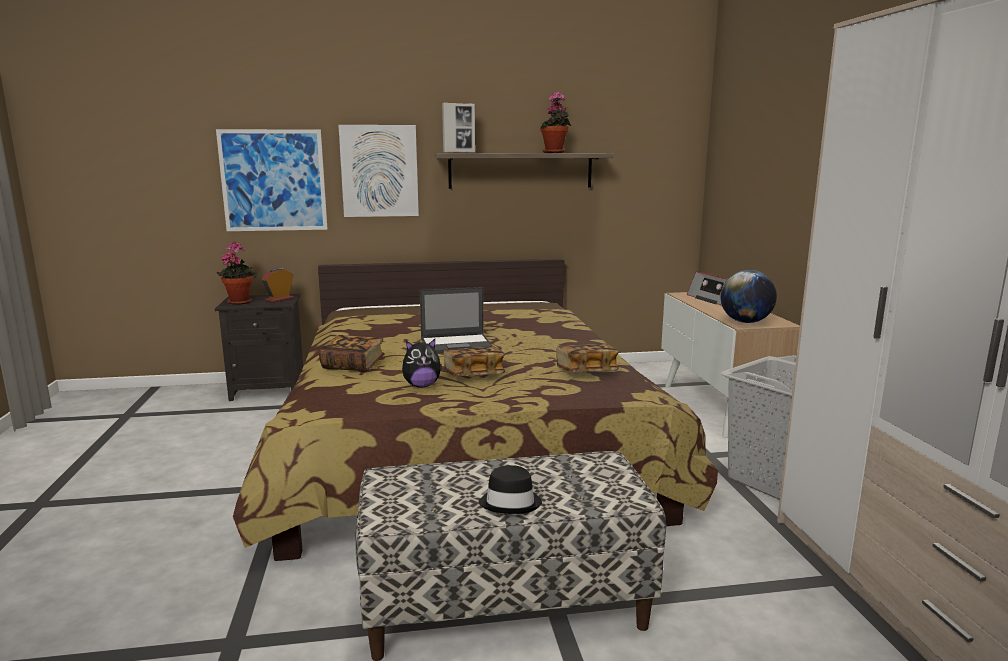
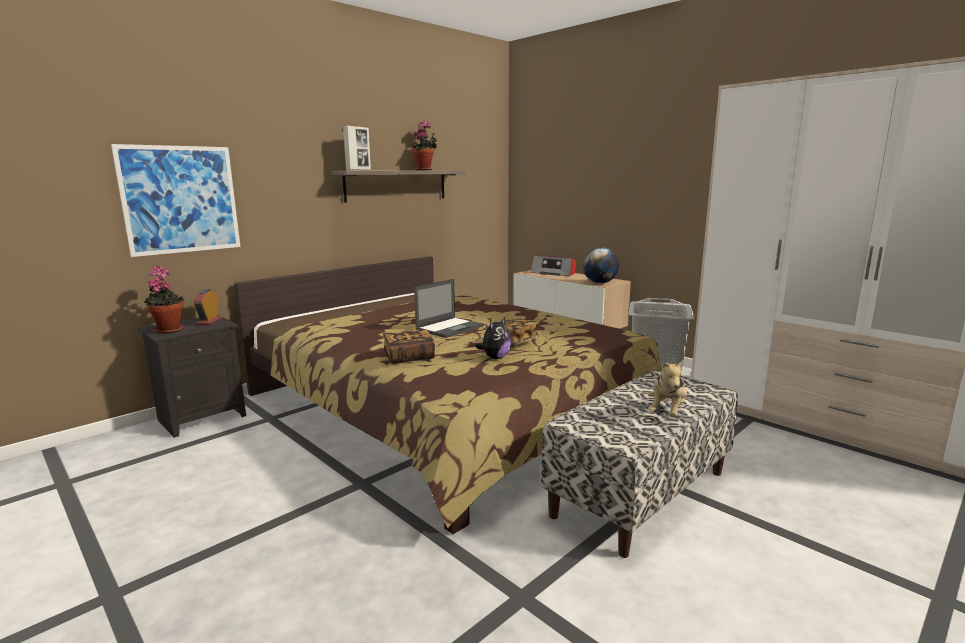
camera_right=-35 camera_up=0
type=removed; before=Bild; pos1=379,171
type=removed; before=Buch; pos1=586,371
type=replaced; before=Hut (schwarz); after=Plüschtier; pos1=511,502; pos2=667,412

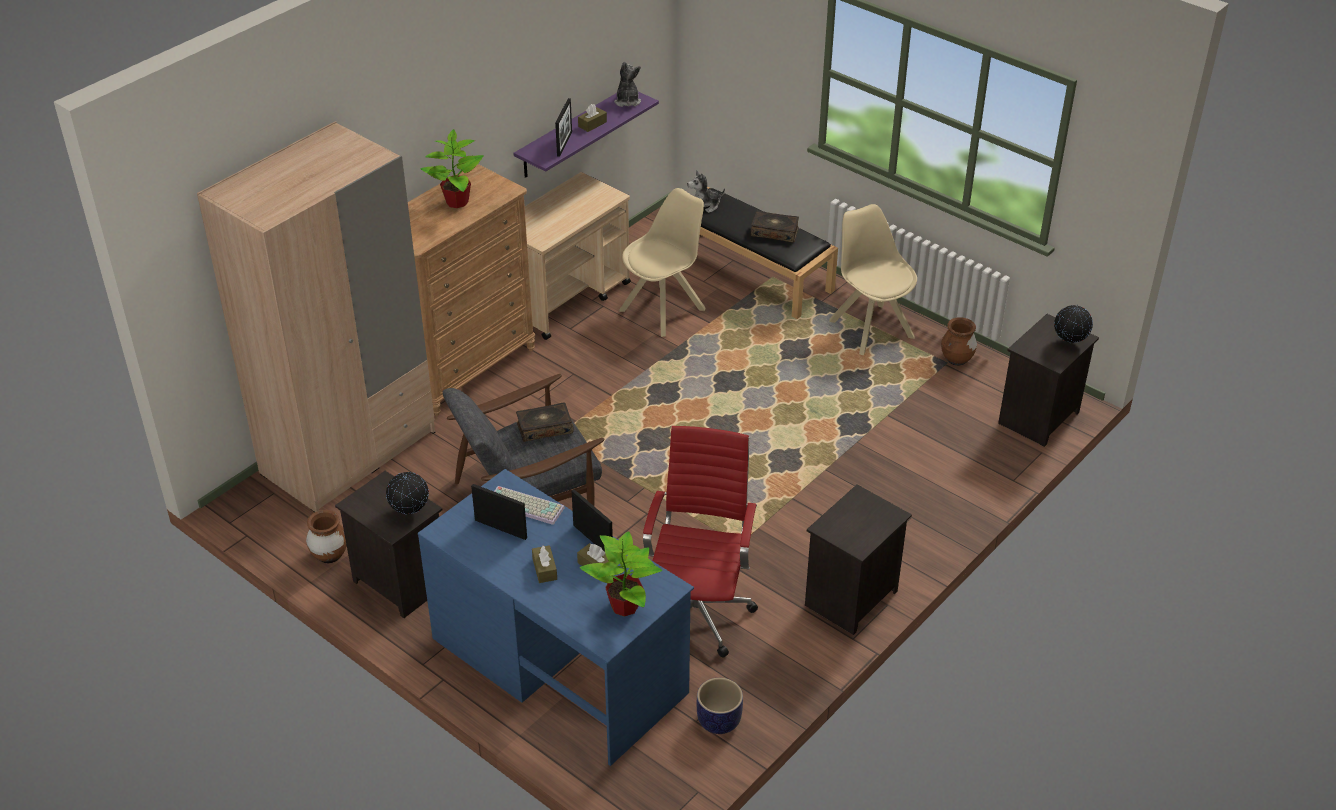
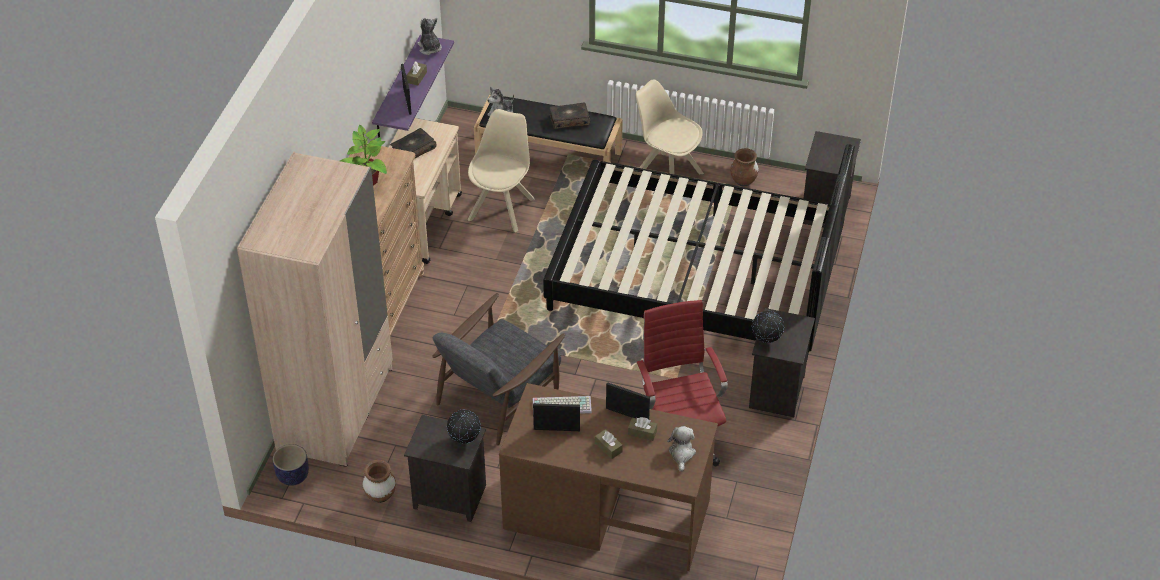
camera_right=-25 camera_up=5
type=added; after=Bett (schwarz); pos2=695,275
type=moved; before=Buch; pos1=544,427; pos2=413,150
type=moved; before=Pflanzkübel; pos1=719,721; pos2=293,476
type=moved; before=Globus; pos1=1069,343; pos2=766,340
type=replaced; before=Topfpflanze; after=Plüschtier; pos1=625,606; pos2=681,454
type=recoloured; before=Schreibtisch (blau); after=Schreibtisch (braun); pos1=559,664; pos2=606,513

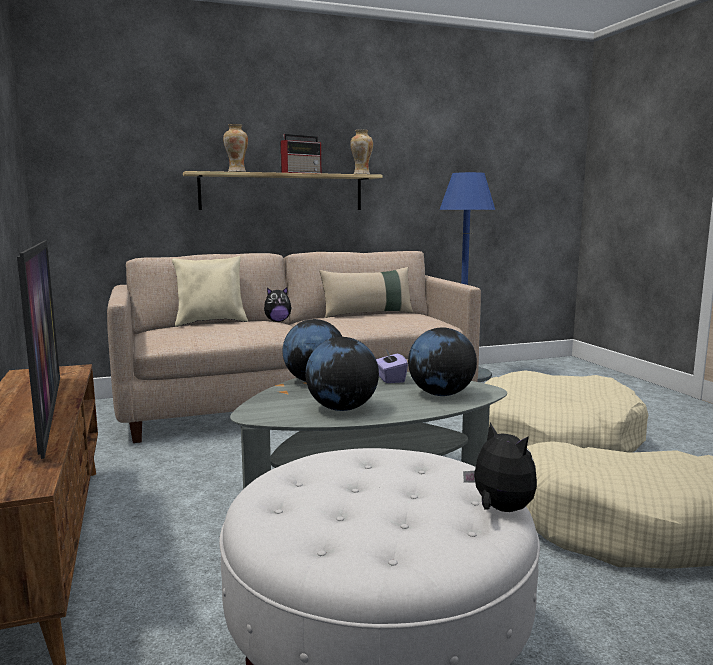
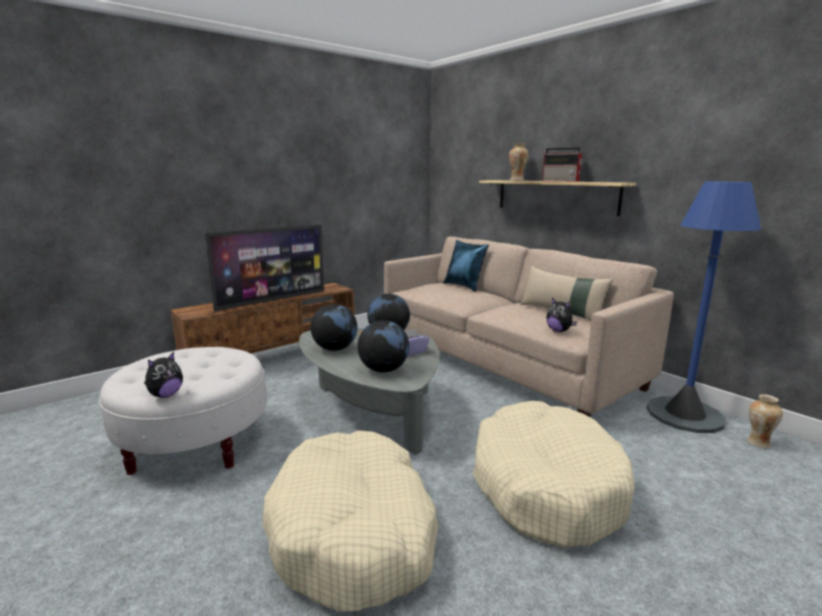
camera_right=70 camera_up=5
type=moved; before=Plüschtier; pos1=277,321; pos2=559,331
type=moved; before=Vase; pos1=361,174; pos2=758,443
type=recoloured; before=Kissen (beige); after=Kissen (blau); pos1=211,322; pos2=465,286

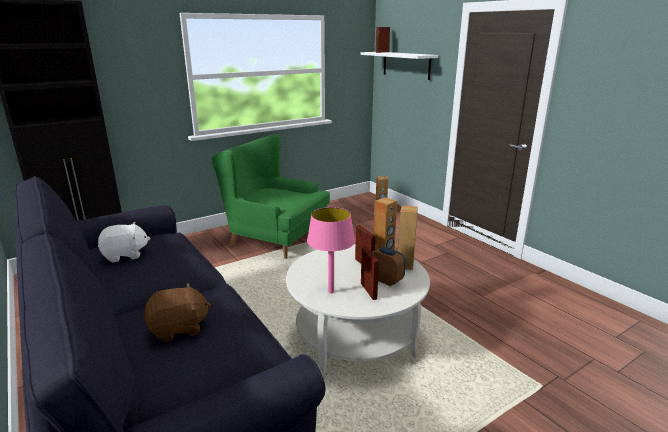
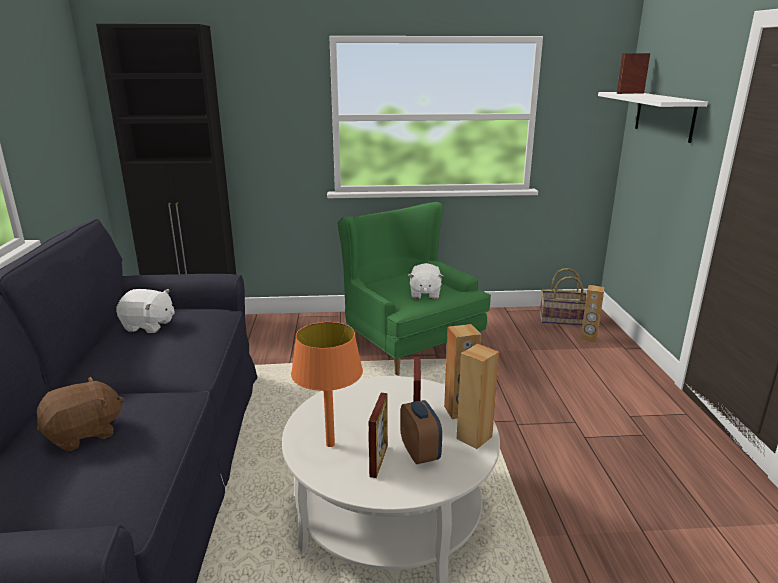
camera_right=30 camera_up=0
type=added; after=Plüschtier (weiß); pos2=424,294
type=added; after=Korb; pos2=562,320
type=recoloured; before=Tischlampe (rosa); after=Tischlampe (orange); pos1=331,291; pos2=330,444
type=turned; before=Plüschtier (braun); pos1=179,328; pos2=84,434; turn=-45

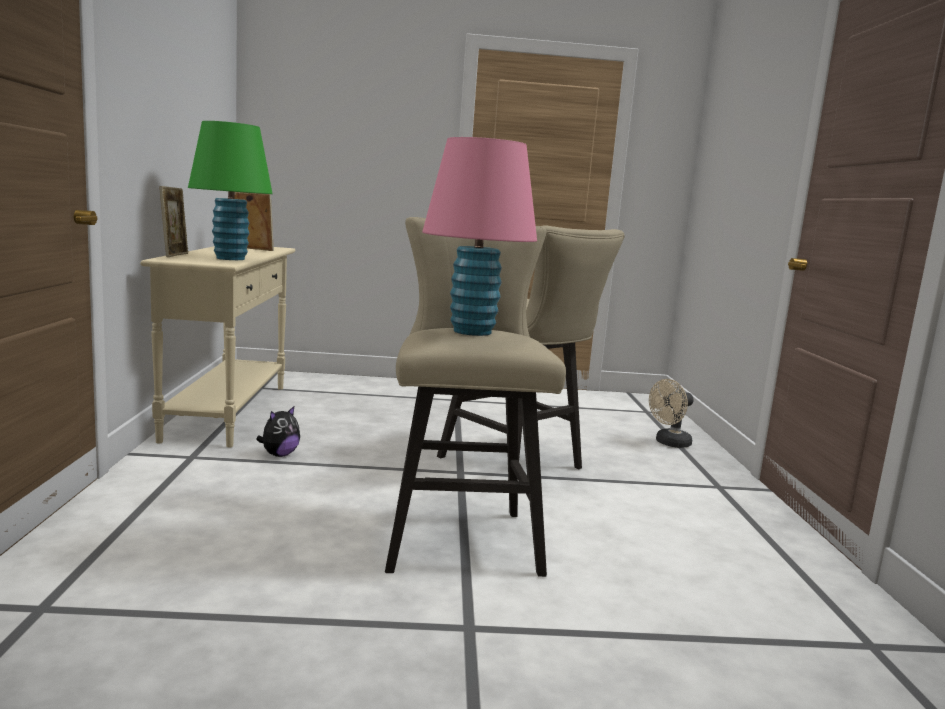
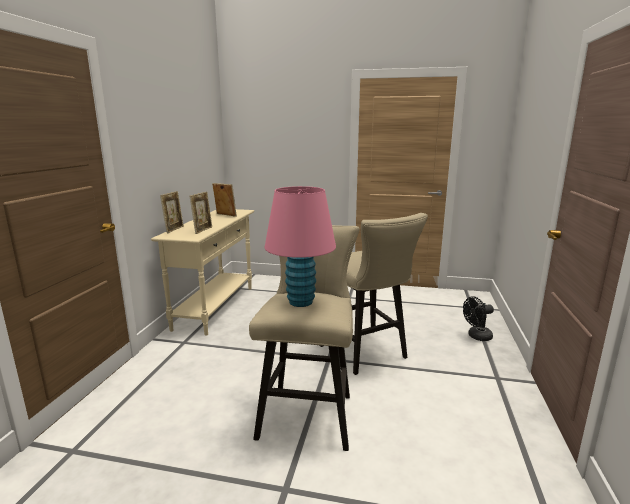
camera_right=15 camera_up=5
type=removed; before=Plüschtier; pos1=279,454
type=replaced; before=Tischlampe (grün); after=Bilderrahmen; pos1=230,258; pos2=203,230
type=recoloured; before=Ventilator (beige); after=Ventilator (schwarz); pos1=669,443; pos2=476,337

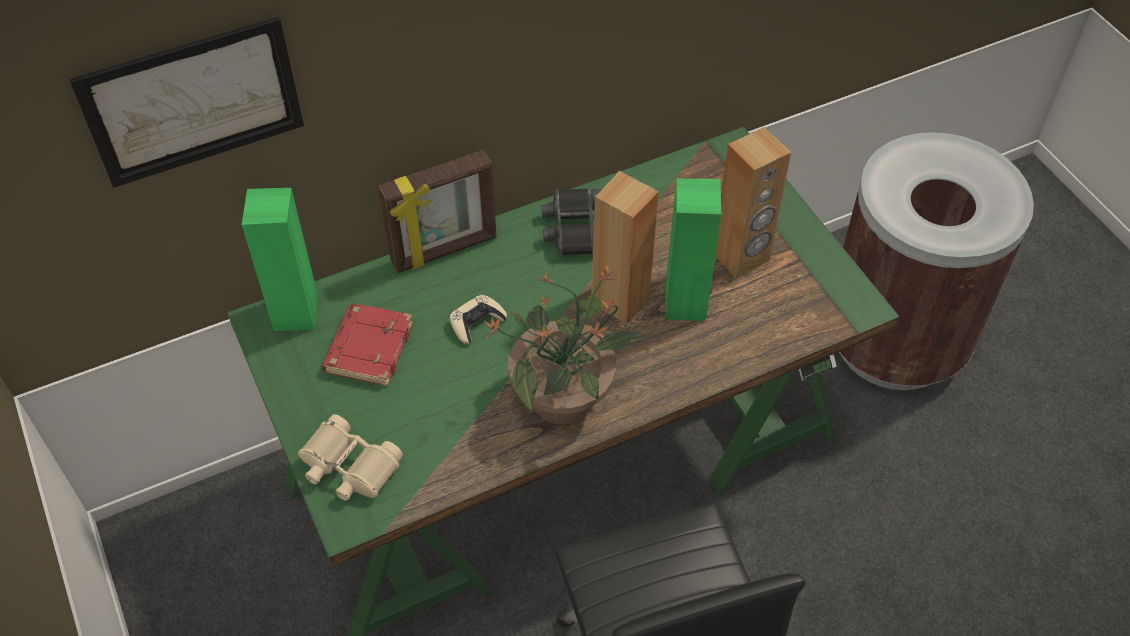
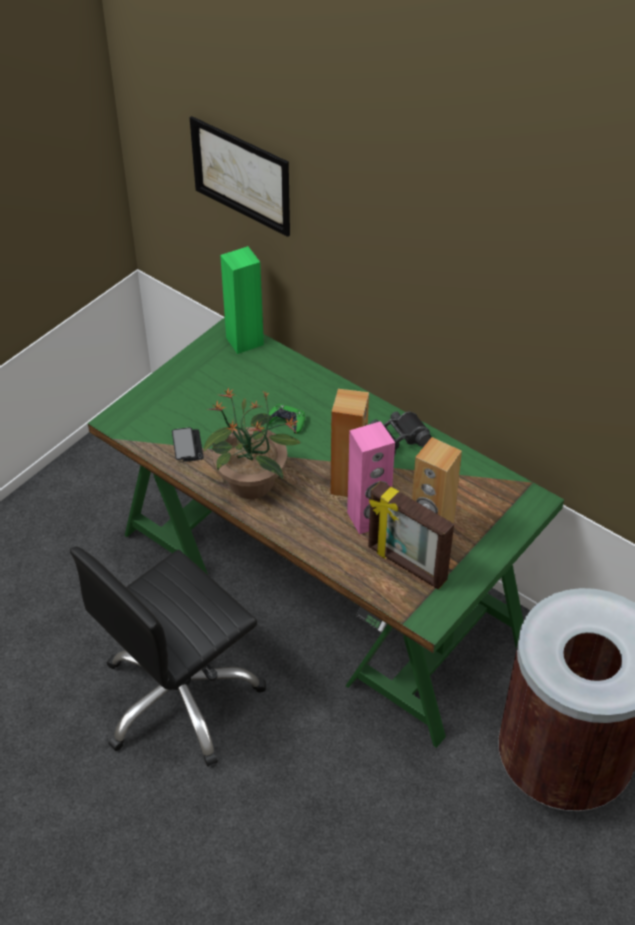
camera_right=65 camera_up=-5
type=removed; before=Fernglas (beige); pos1=349,467
type=removed; before=Buch (rot); pos1=368,347
type=added; after=Handy; pos2=187,445
type=moved; before=Bilderrahmen; pos1=444,251; pos2=406,565
type=recoloured; before=Gamepad (beige); after=Gamepad (grün); pos1=476,322; pos2=286,422
type=recoloured; before=Lautsprecher (grün); after=Lautsprecher (rosa); pos1=686,303; pos2=368,519

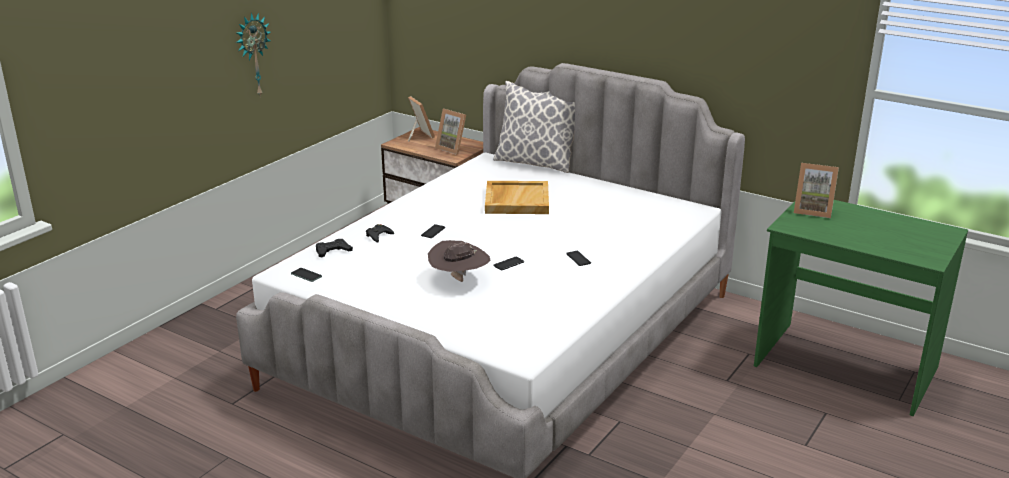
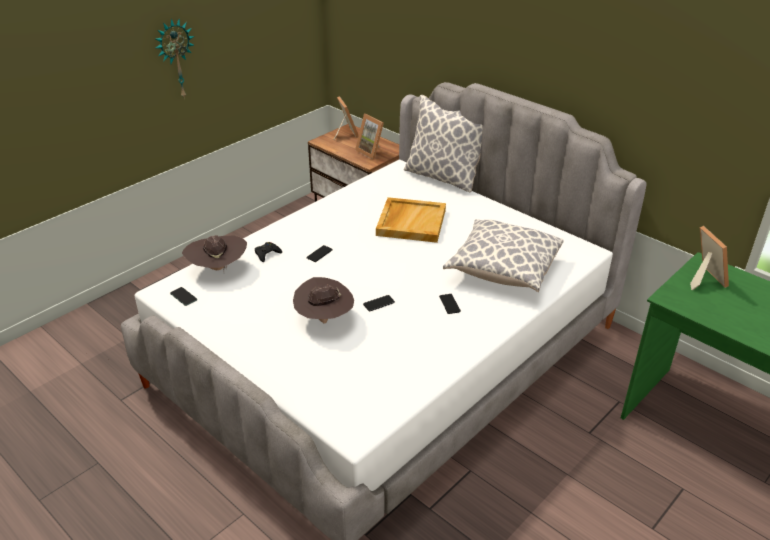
camera_right=10 camera_up=10
type=added; after=Kissen; pos2=502,270
type=replaced; before=Gamepad (schwarz); after=Hut (braun); pos1=332,251; pos2=218,269
type=turned; before=Bilderrahmen; pos1=813,210; pos2=703,278; turn=-135

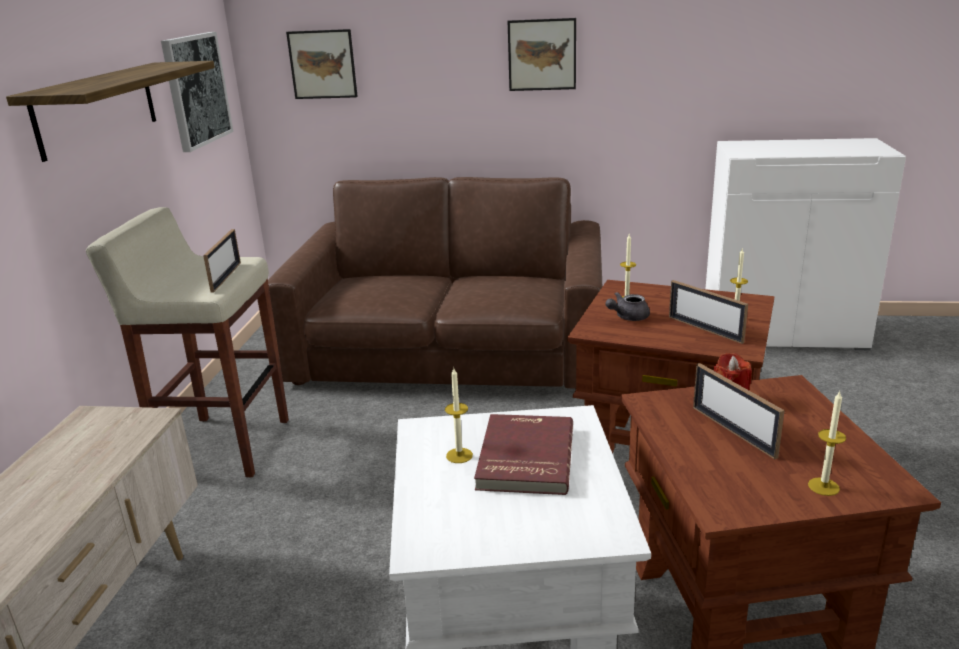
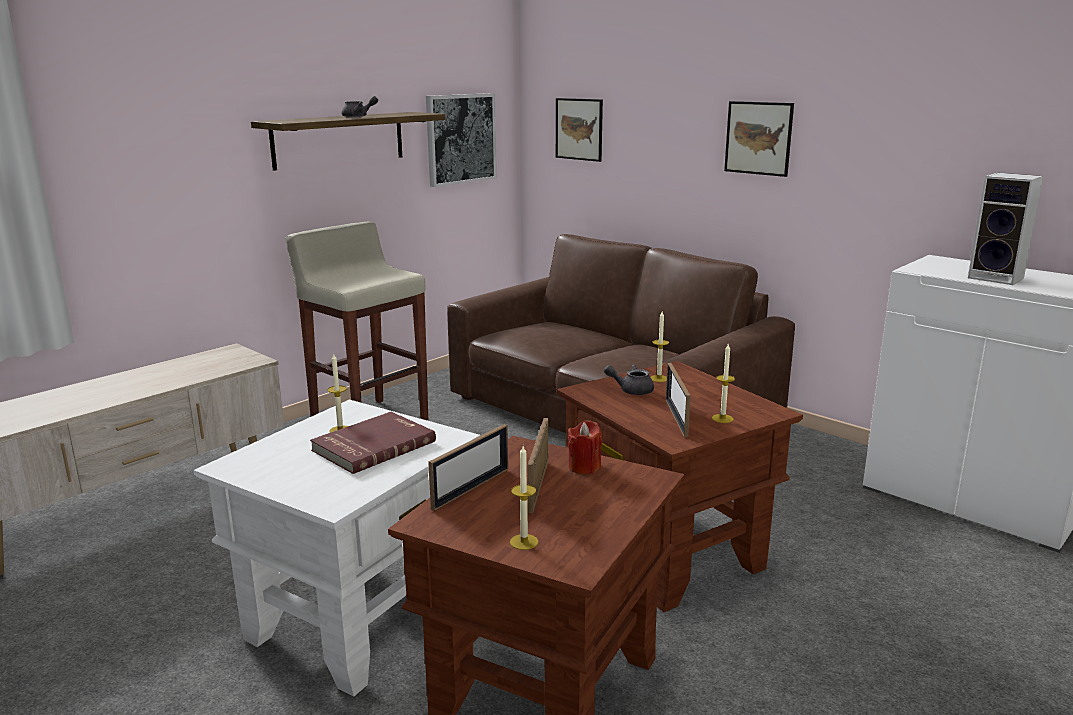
camera_right=35 camera_up=-5
type=added; after=Teekanne (grau); pos2=358,117
type=added; after=Lautsprecher; pos2=998,278
type=moved; before=Bilderrahmen; pos1=226,277; pos2=471,488

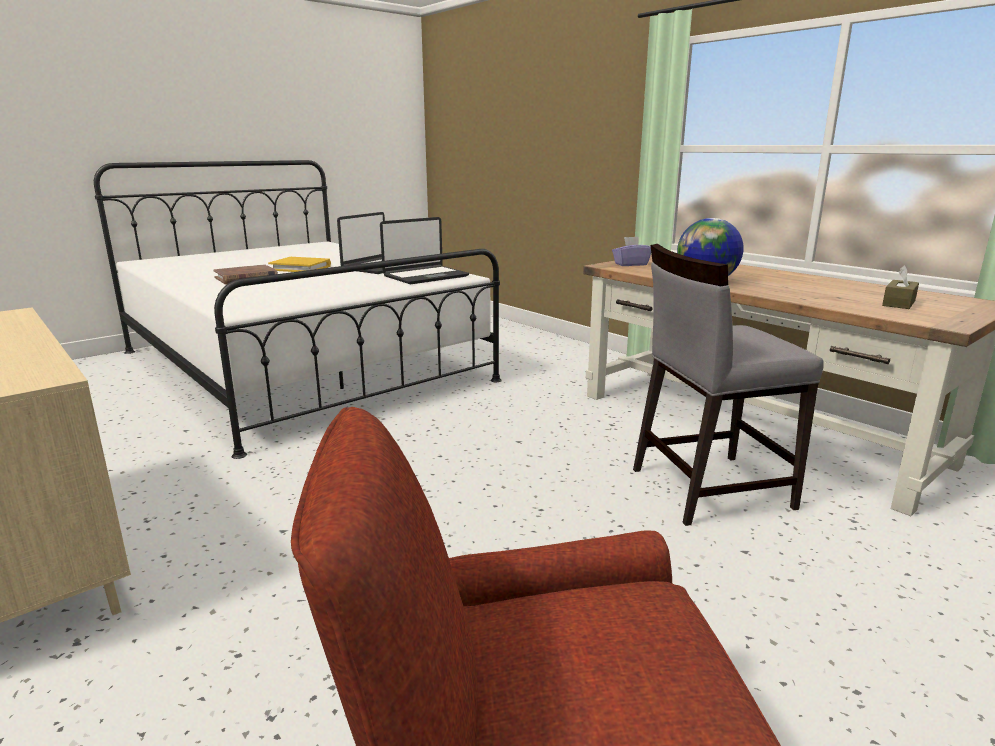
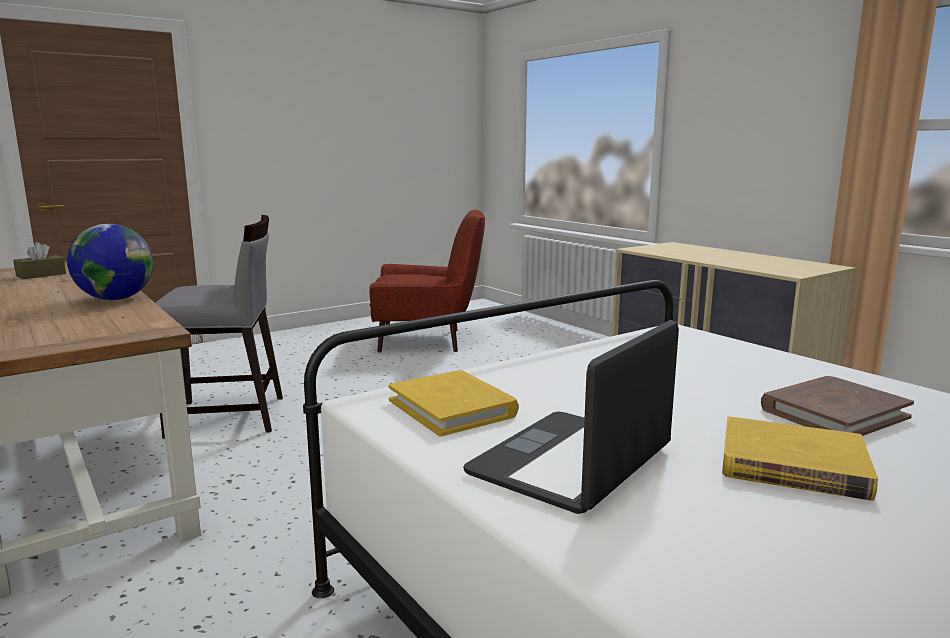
camera_right=-175 camera_up=-5
type=removed; before=Taschentuchbox (lila); pos1=630,264
type=replaced; before=Laptop; after=Buch (gelb); pos1=425,276; pos2=452,408

